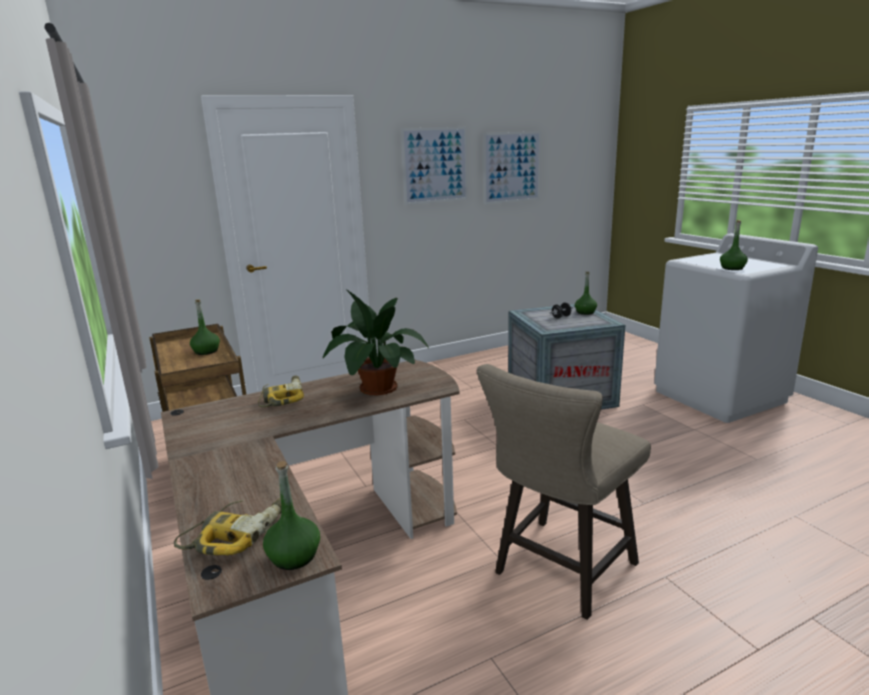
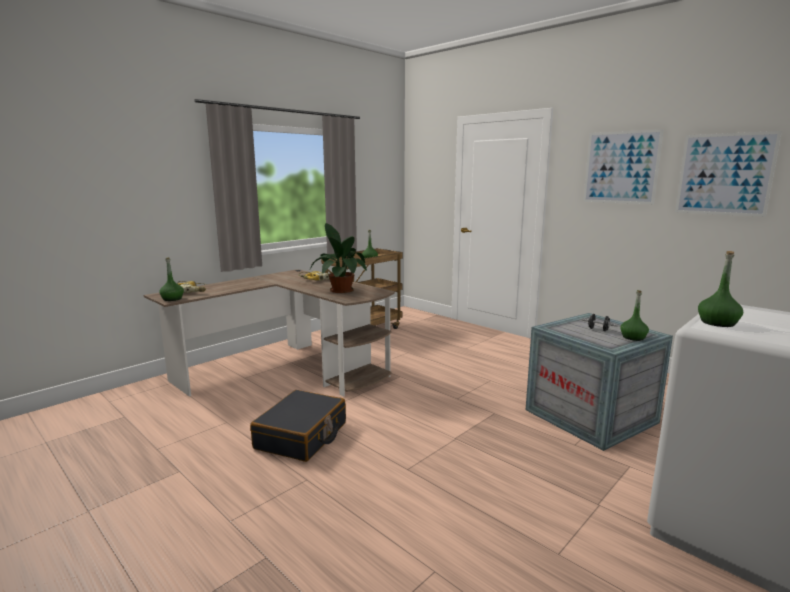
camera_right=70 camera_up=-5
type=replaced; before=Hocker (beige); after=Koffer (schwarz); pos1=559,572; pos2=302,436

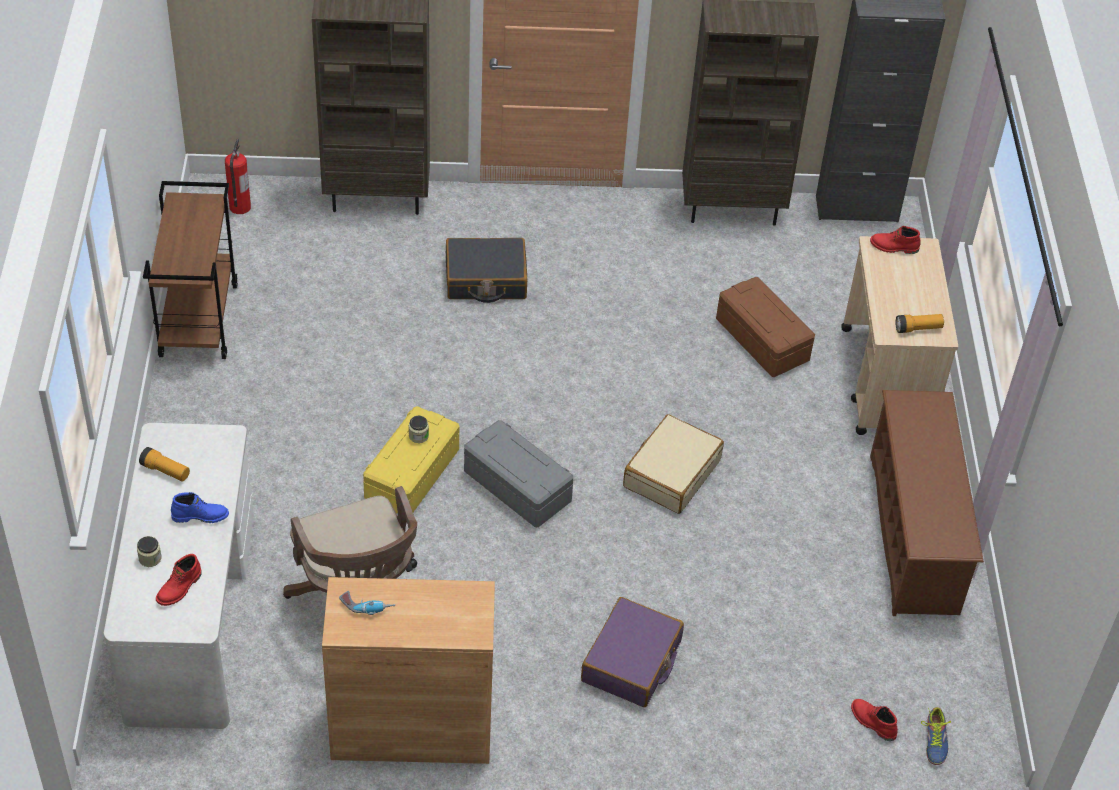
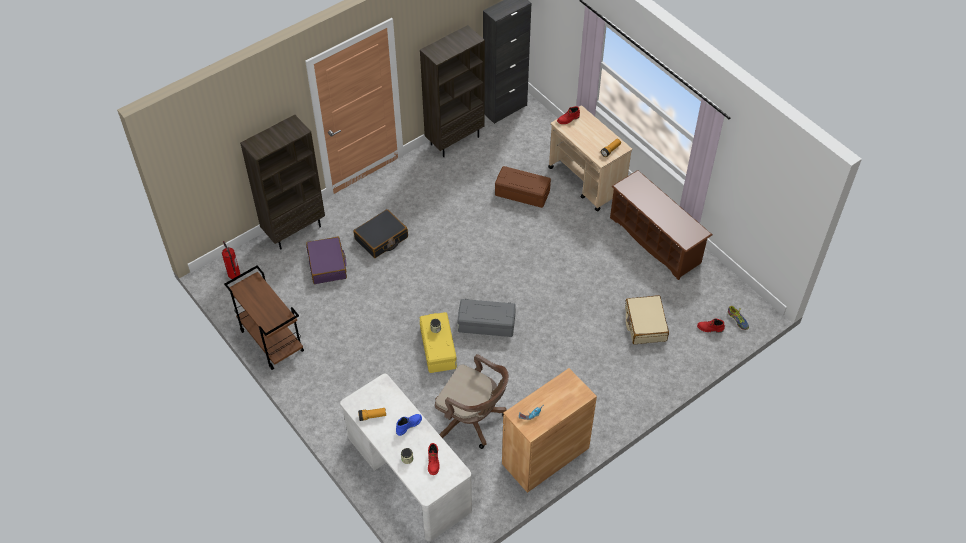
camera_right=-35 camera_up=5
type=moved; before=Koffer (lila); pos1=632,662; pos2=327,265
type=moved; before=Koffer (beige); pos1=671,473; pos2=645,324

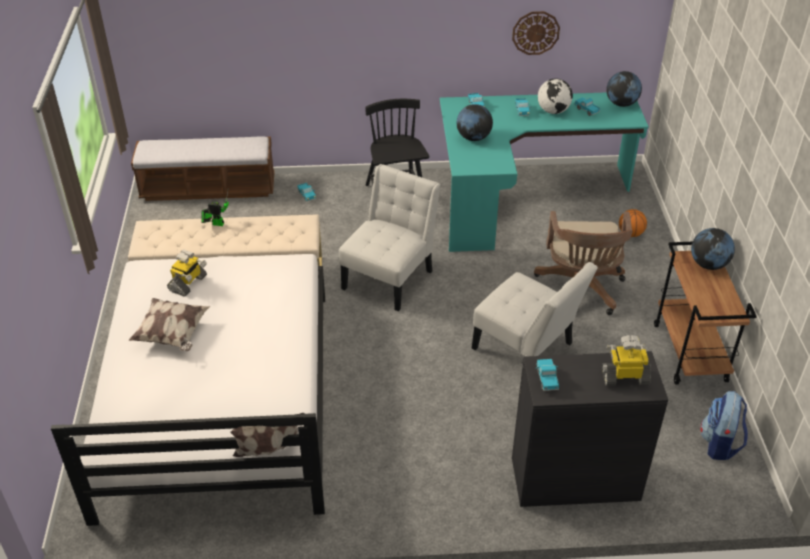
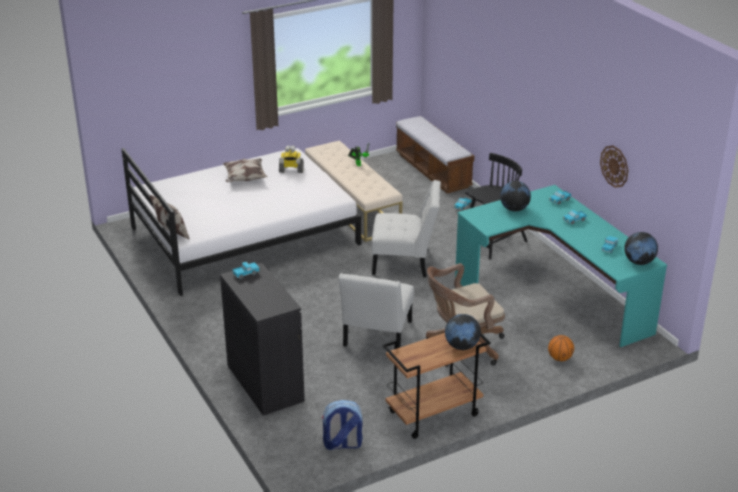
camera_right=65 camera_up=-10
type=removed; before=Globus; pos1=553,111
type=removed; before=Spielzeugroboter; pos1=625,377

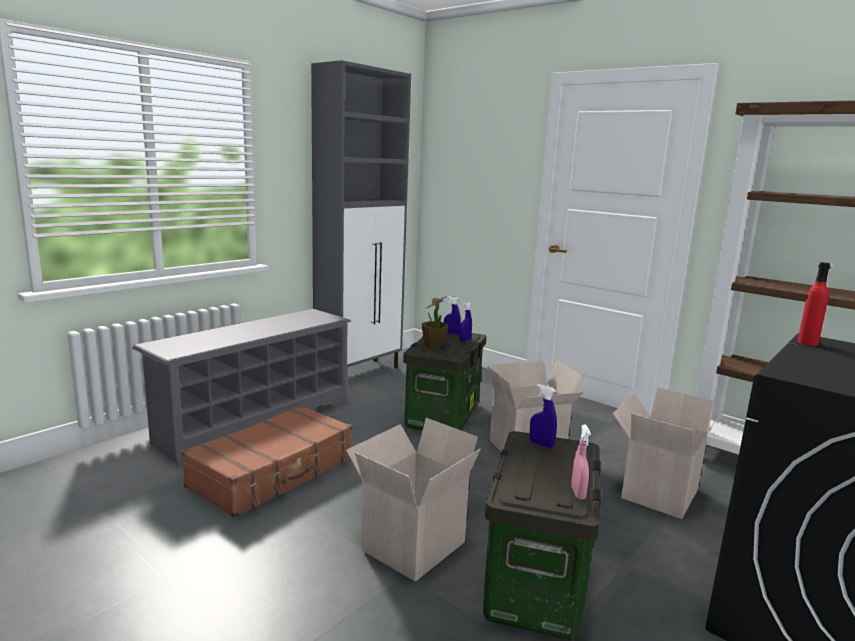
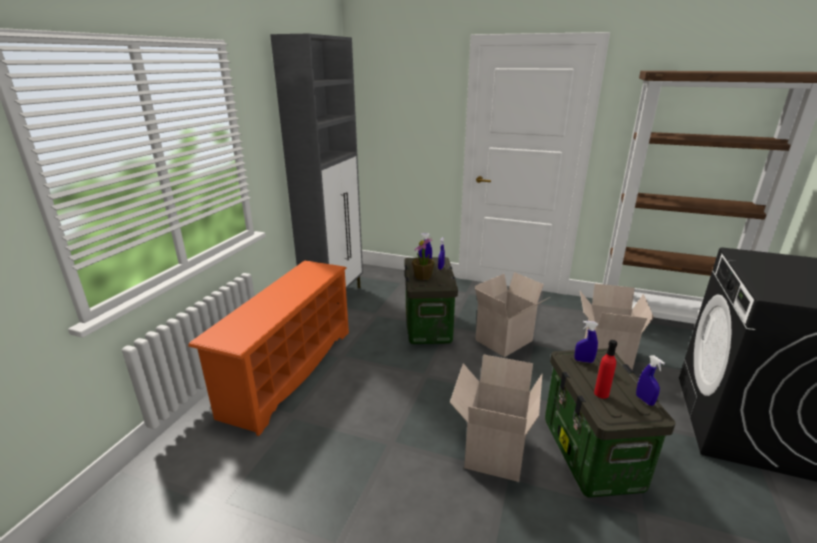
camera_right=-20 camera_up=10
type=removed; before=Koffer (braun); pos1=274,473
type=moved; before=Flasche (rot); pos1=807,343; pos2=601,393
type=recoloured; before=Schuhregal (grau); after=Schuhregal (orange); pos1=255,422; pos2=289,370
type=recoloured; before=Sprühflasche (rosa); after=Sprühflasche (blau); pos1=578,493; pos2=644,400

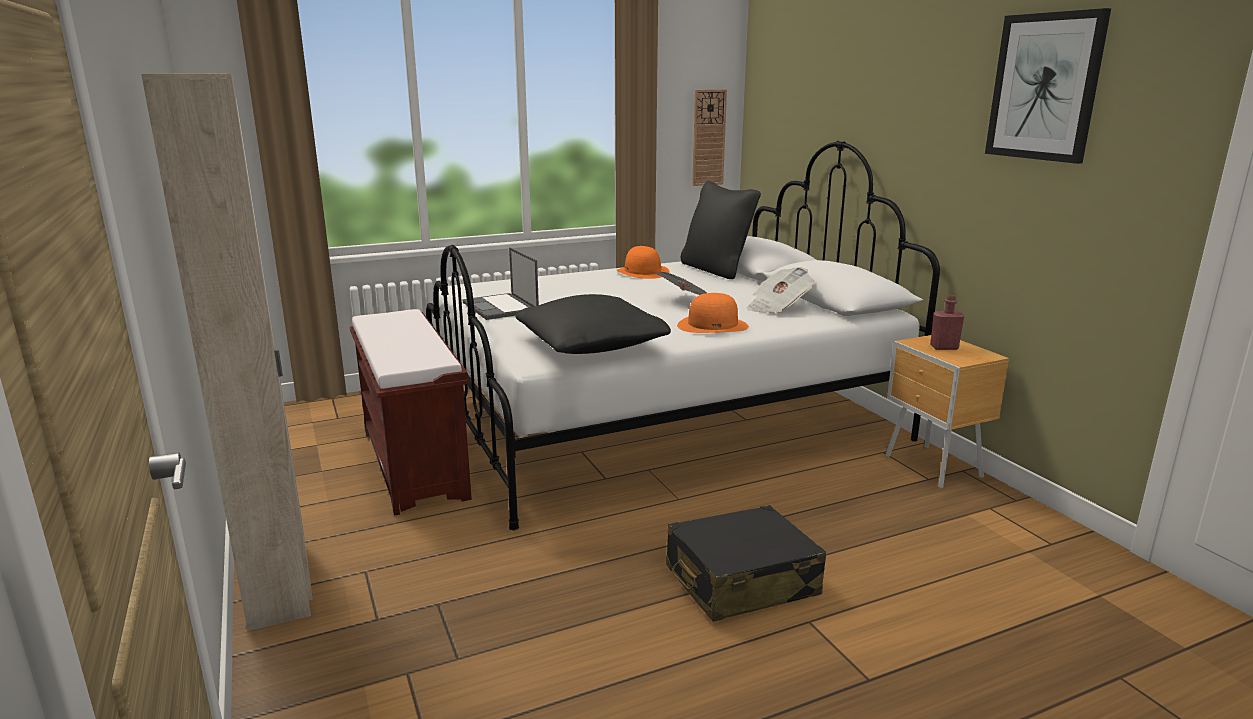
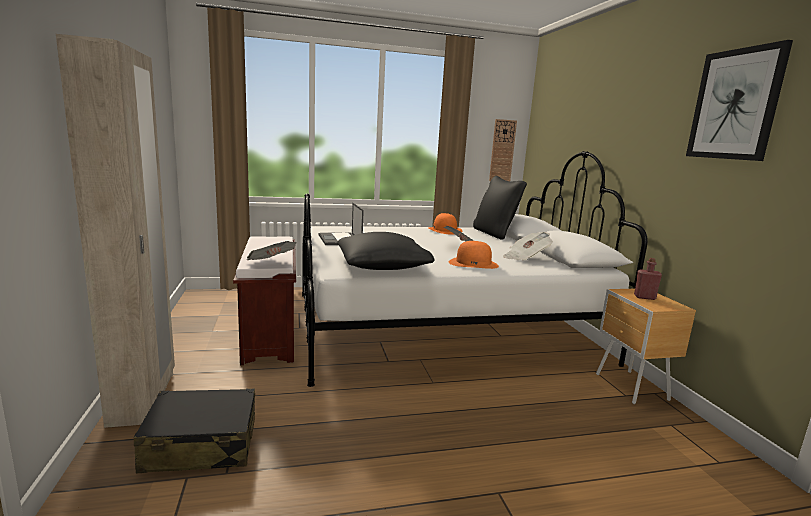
camera_right=10 camera_up=-5
type=added; after=Zeitung; pos2=271,264
type=moved; before=Koffer (schwarz); pos1=741,582; pos2=201,445

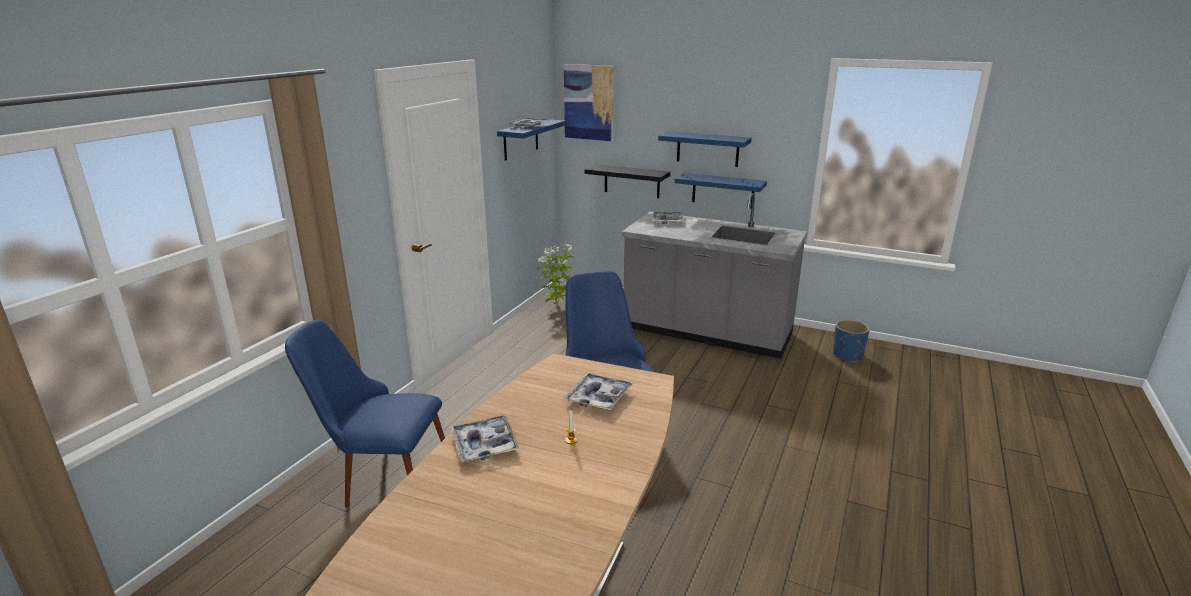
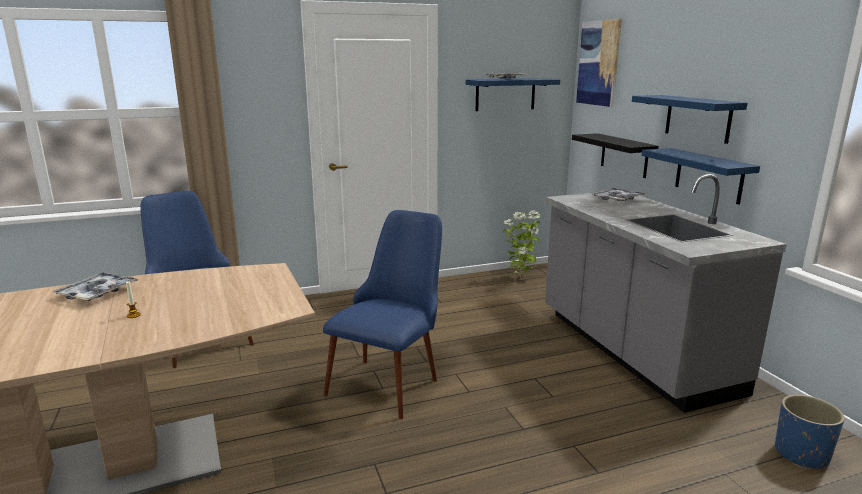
camera_right=45 camera_up=-5
type=removed; before=Tablett; pos1=598,397

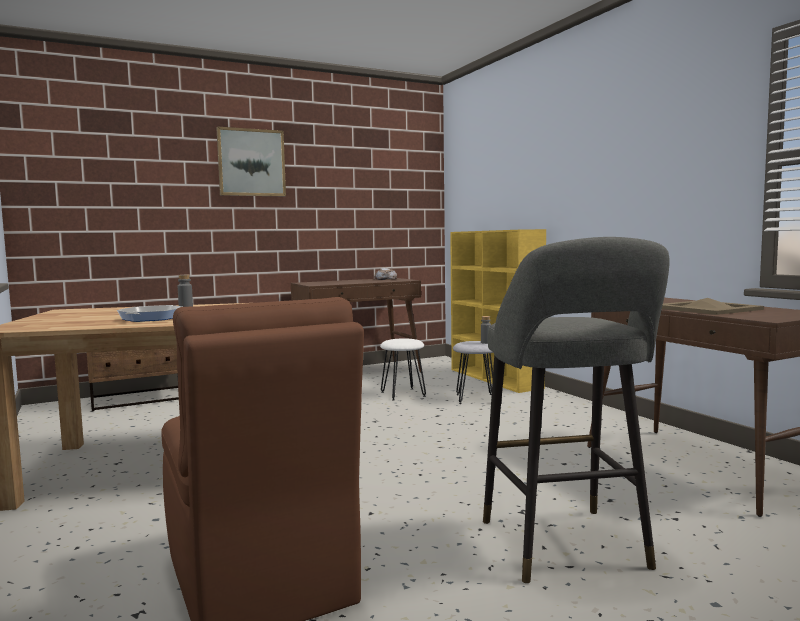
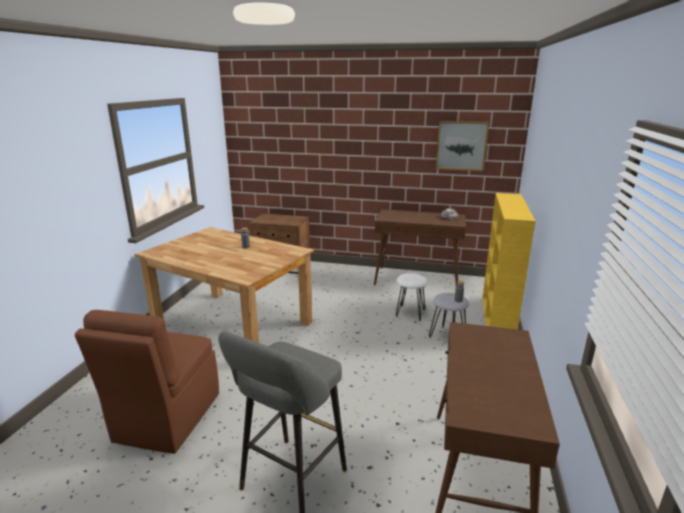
camera_right=40 camera_up=15
type=removed; before=Pfanne; pos1=151,318
type=removed; before=Tablett (beige); pos1=706,308
type=moved; before=Bild; pos1=251,162; pos2=461,145

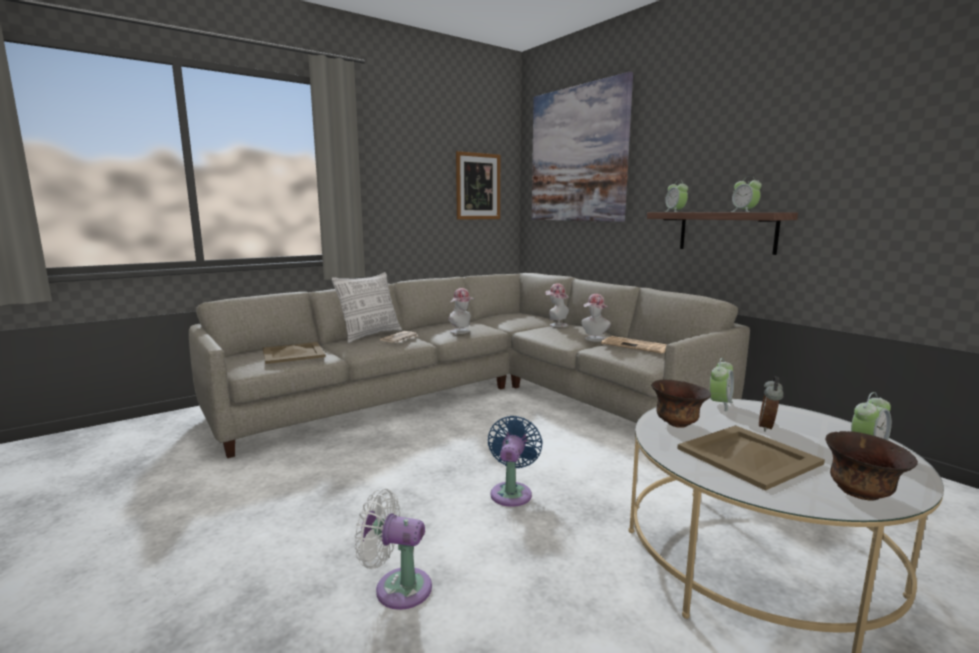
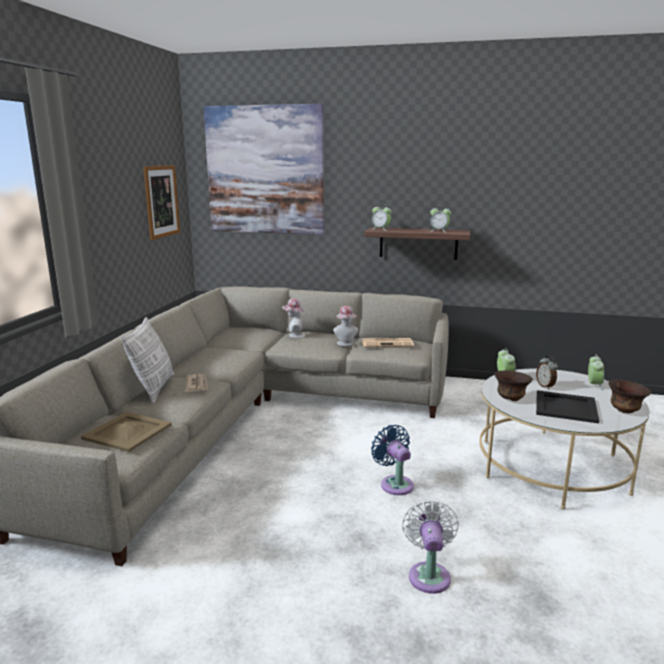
camera_right=-40 camera_up=5
type=removed; before=Hut; pos1=462,331
type=recoloured; before=Tablett (beige); after=Tablett (schwarz); pos1=748,456; pos2=566,407
type=turned; before=Ventilator (weiß); pos1=397,587; pos2=429,574; turn=120

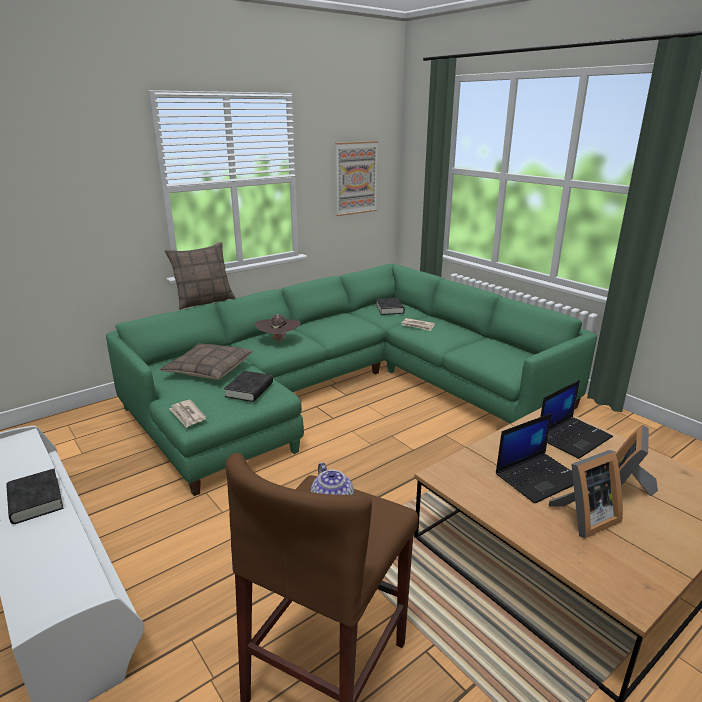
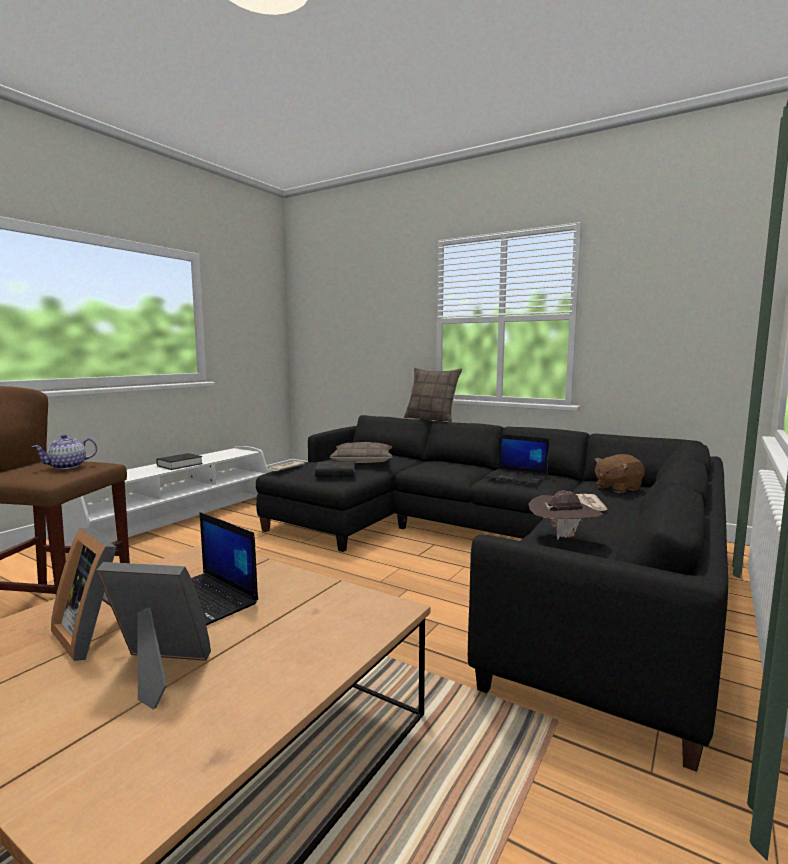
camera_right=70 camera_up=-15
type=removed; before=Bild; pos1=356,178
type=moved; before=Hut (braun); pos1=278,341; pos2=563,536
type=moved; before=Laptop; pos1=573,437; pos2=517,477
type=replaced; before=Buch (schwarz); after=Plüschtier (braun); pos1=389,309; pos2=617,488
type=recoloured; before=Sofa (grün); after=Sofa (schwarz); pos1=346,388; pos2=491,550

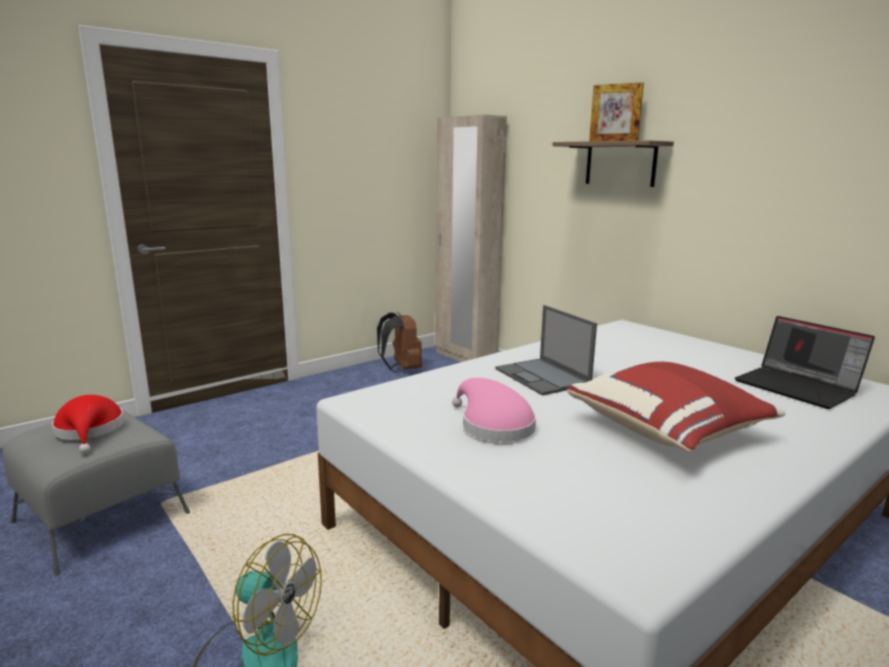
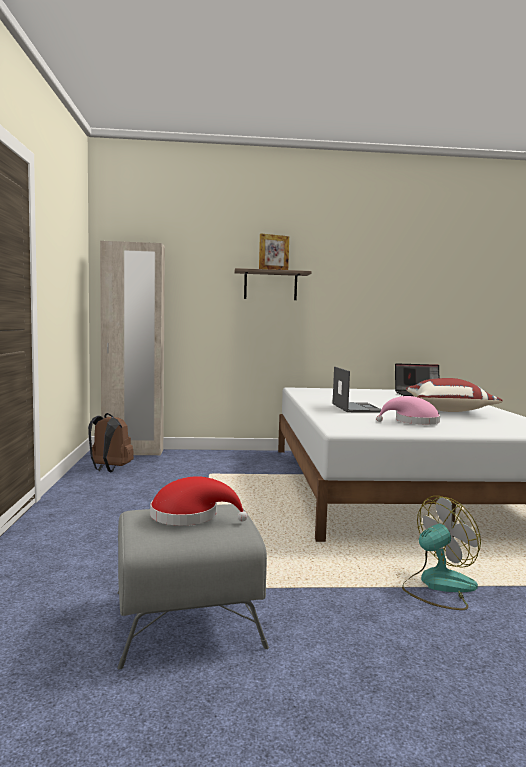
camera_right=-55 camera_up=-10
type=turned; before=Laptop; pos1=543,377; pos2=356,408; turn=-105

